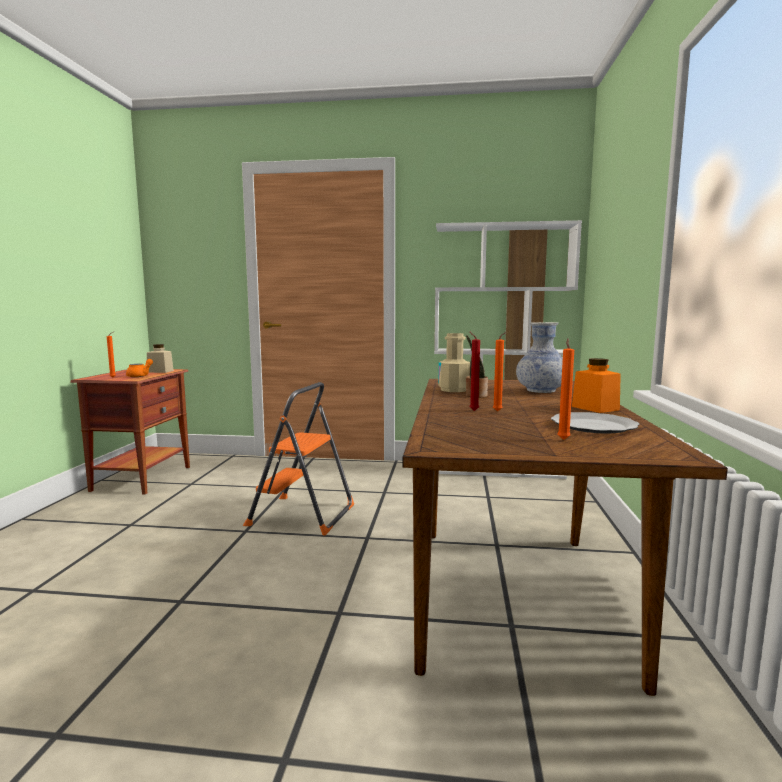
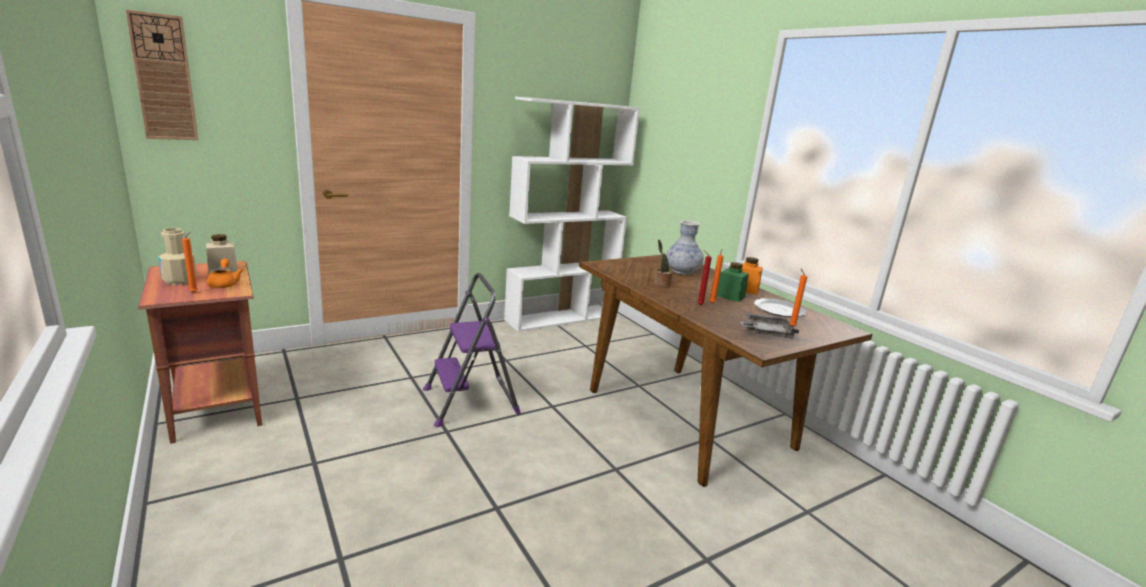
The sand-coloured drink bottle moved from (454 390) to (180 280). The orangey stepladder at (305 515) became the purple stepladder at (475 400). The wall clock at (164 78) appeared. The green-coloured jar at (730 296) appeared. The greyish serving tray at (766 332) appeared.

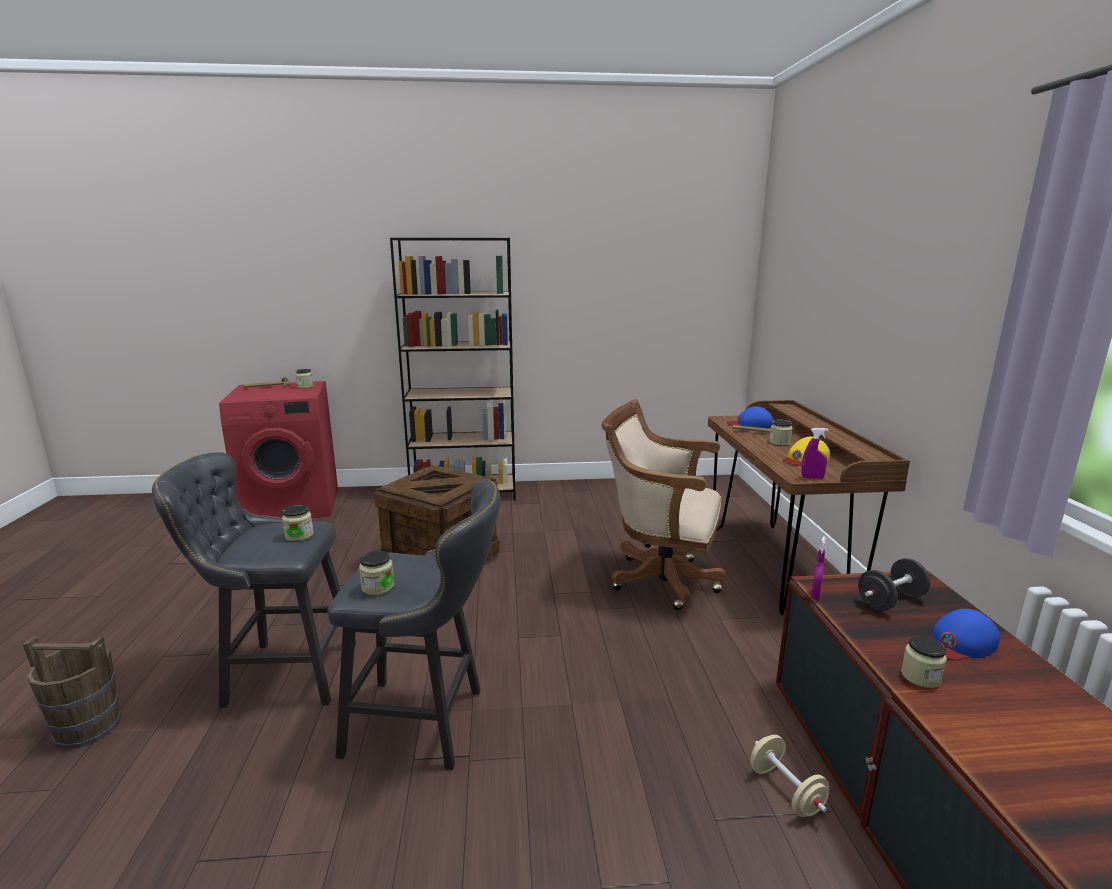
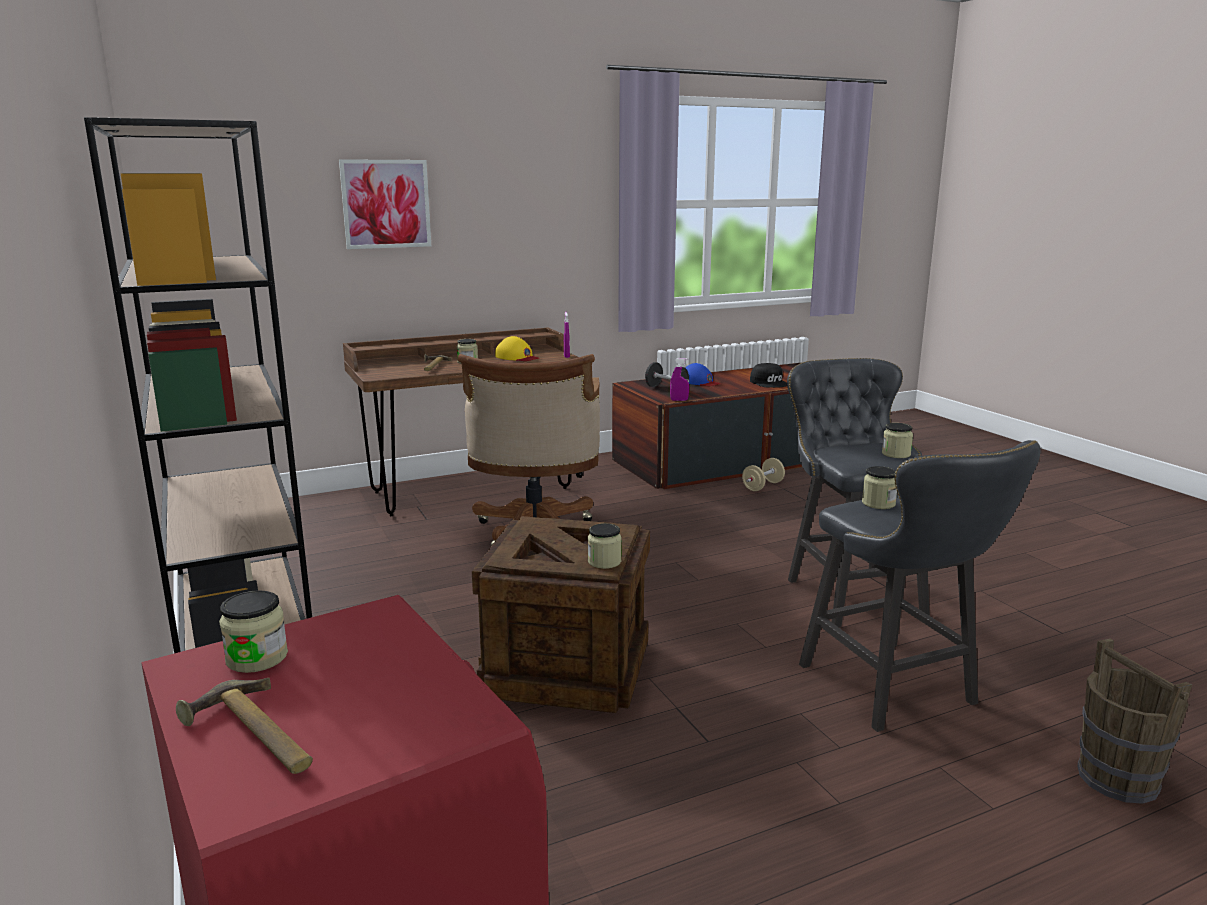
The blue peaked cap at (750 425) disappeared. The jar moved from (920 677) to (604 562). The picture at (386 204) appeared. The blackish peaked cap at (769 383) appeared.

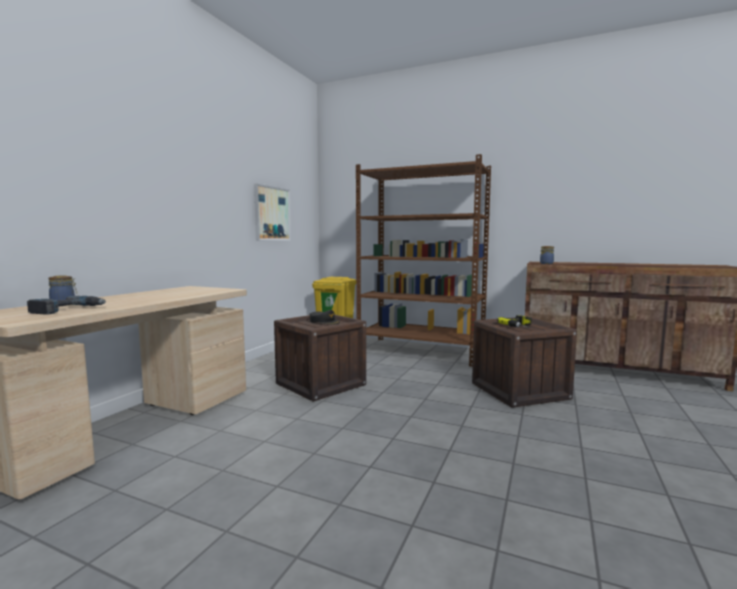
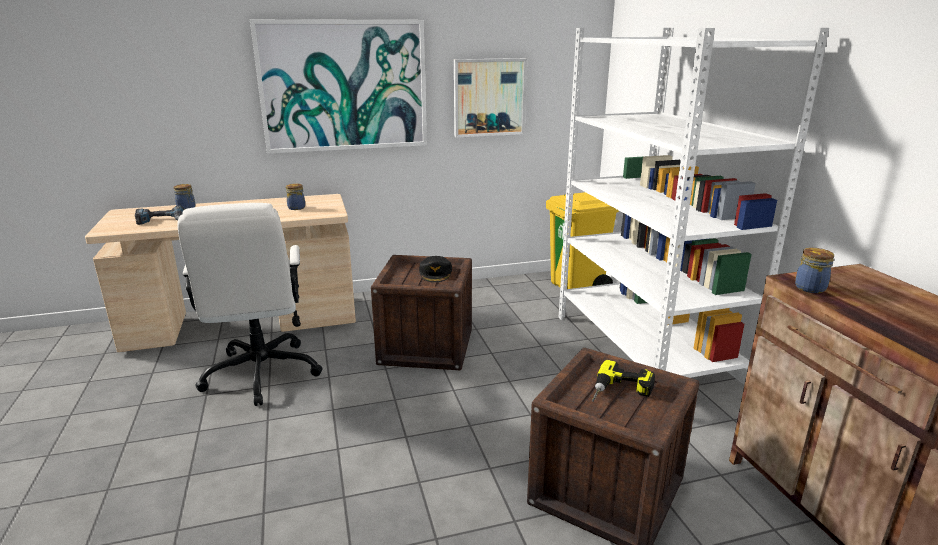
The brown shelving unit at (421 351) became the white-coloured shelving unit at (643 352). The picture at (344 86) appeared. The jar at (296 208) appeared. The white-coloured office chair at (262 376) appeared.

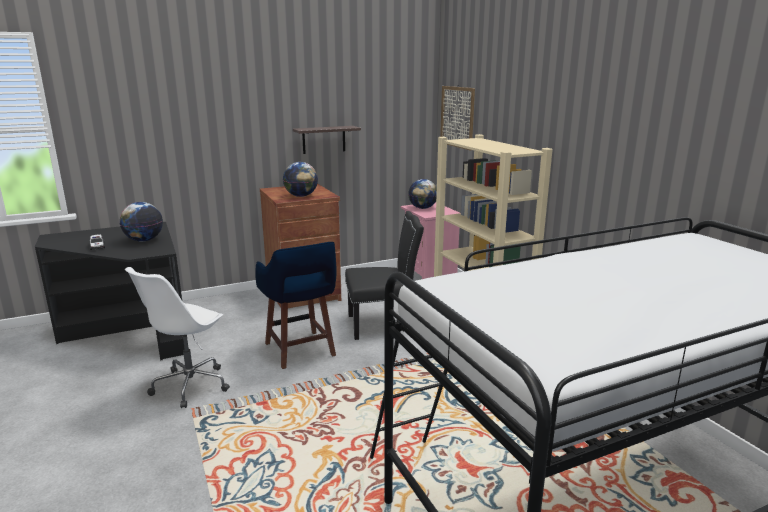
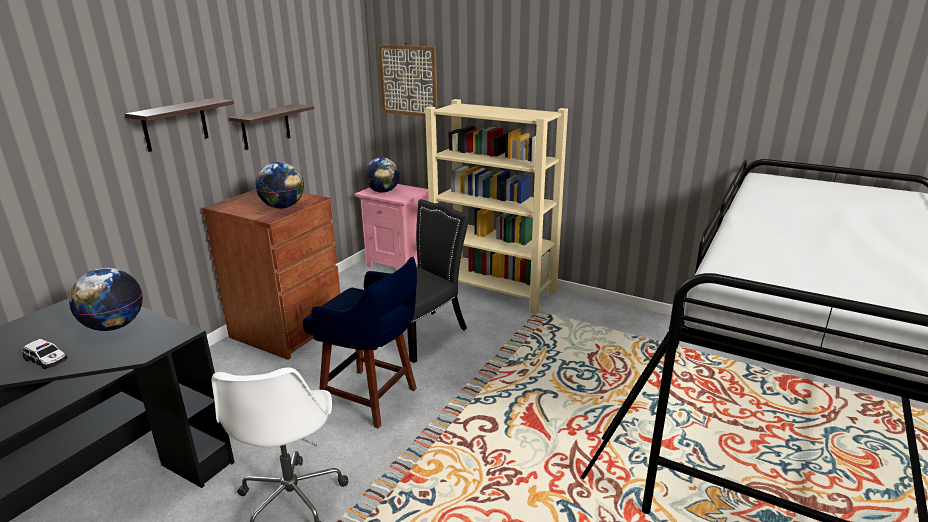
The wall shelf at (175 125) appeared.

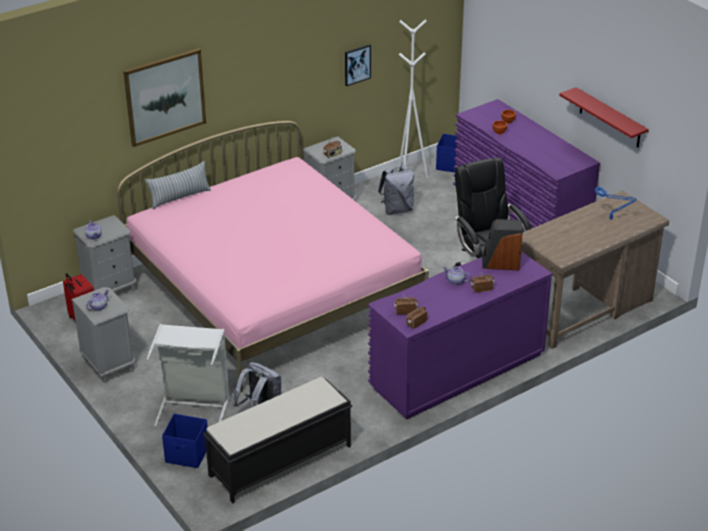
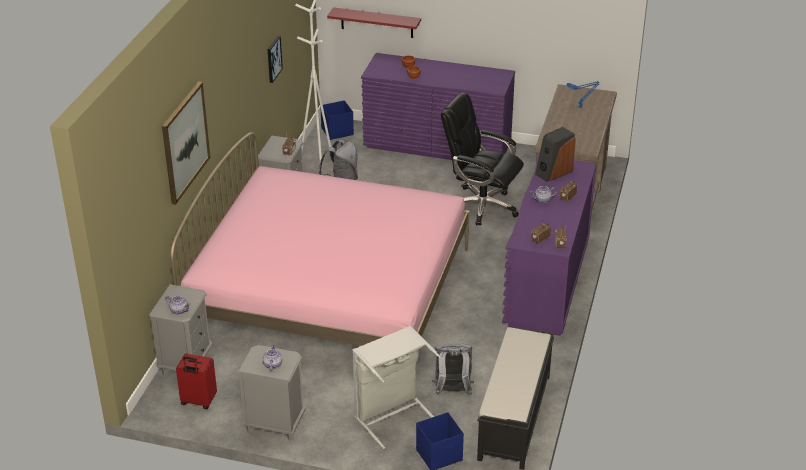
The reddish wall shelf moved from (610 118) to (377 22). The pillow at (179 197) disappeared.

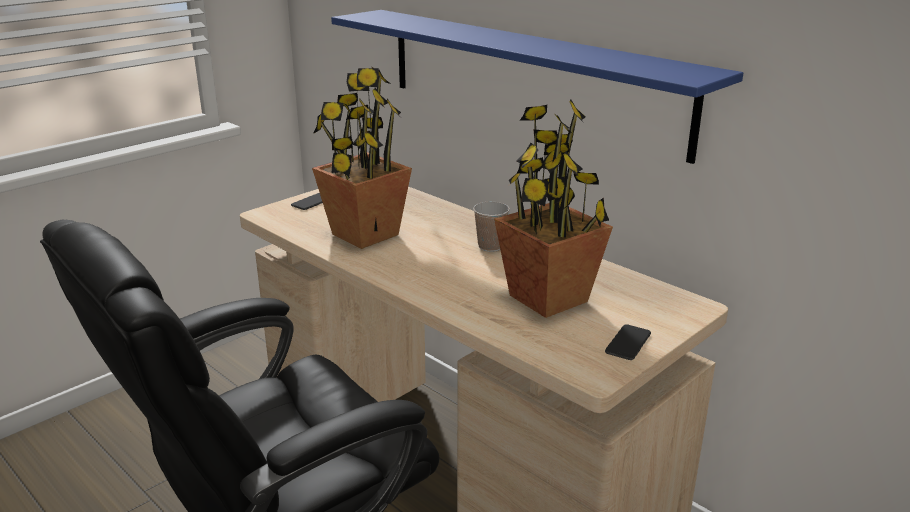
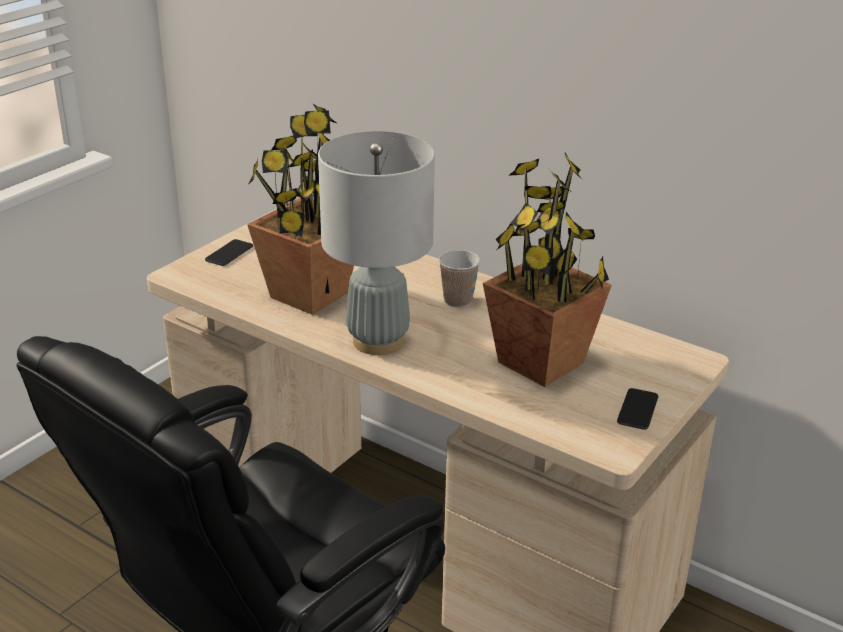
The blue wall shelf at (528 78) disappeared. The greyish lamp for a table at (378 341) appeared.

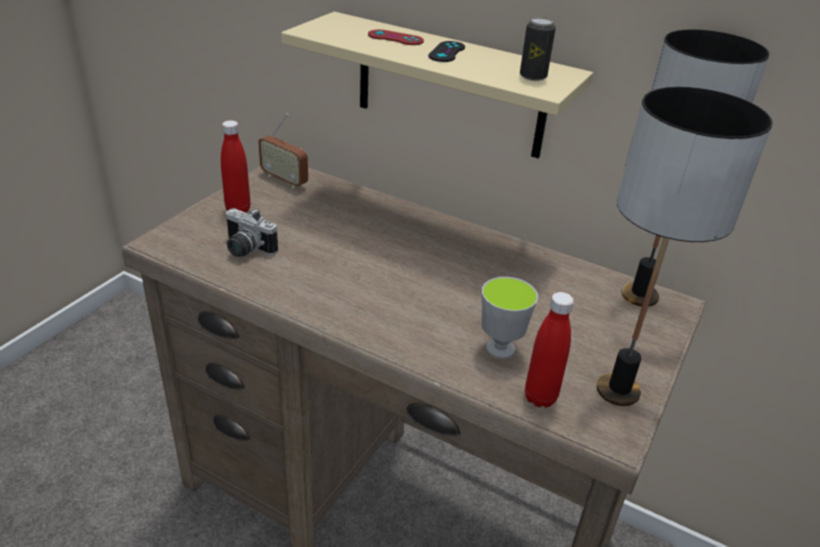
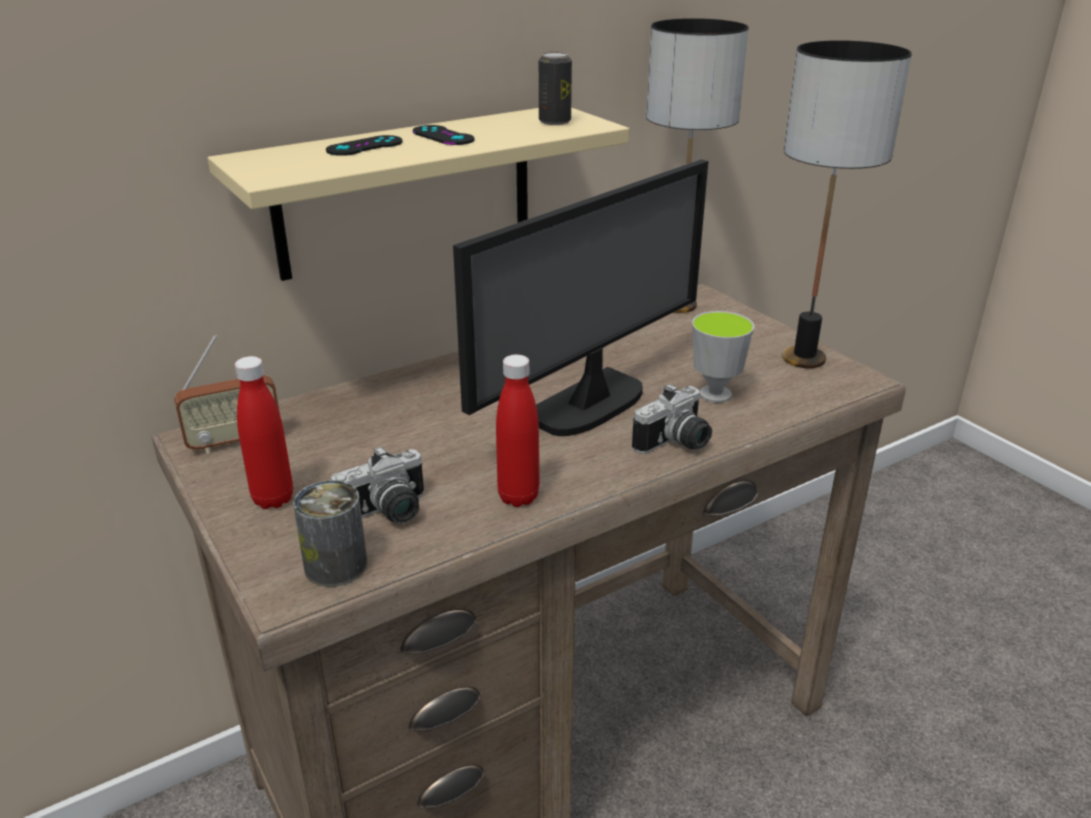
The reddish gamepad at (395 38) became the blackish gamepad at (364 146). The reddish drink bottle moved from (540 397) to (518 497). The computer screen at (589 405) appeared. The still camera at (677 444) appeared. The sealed can at (336 566) appeared.

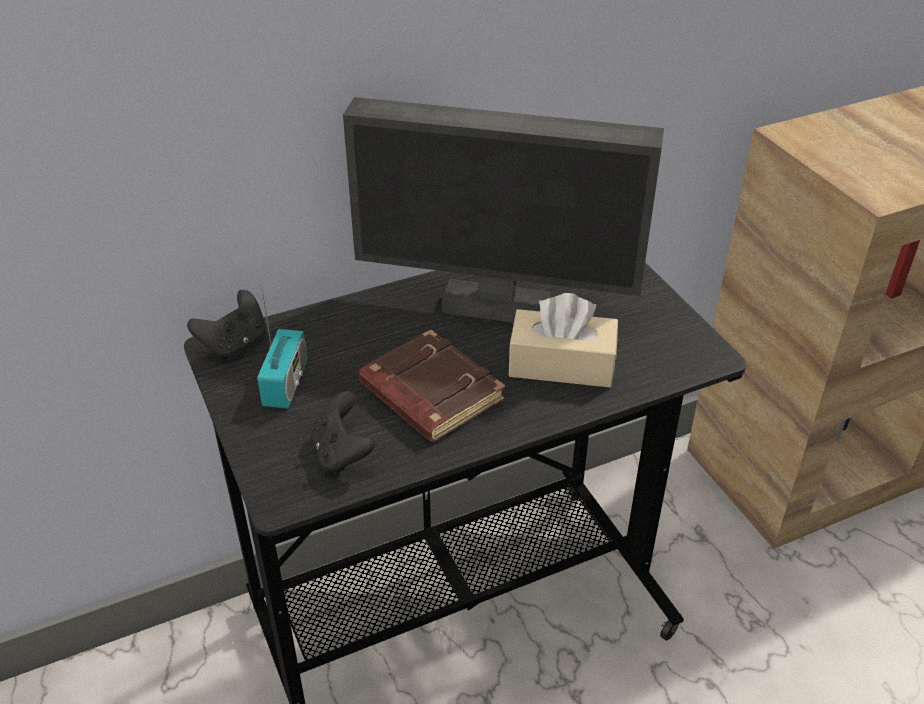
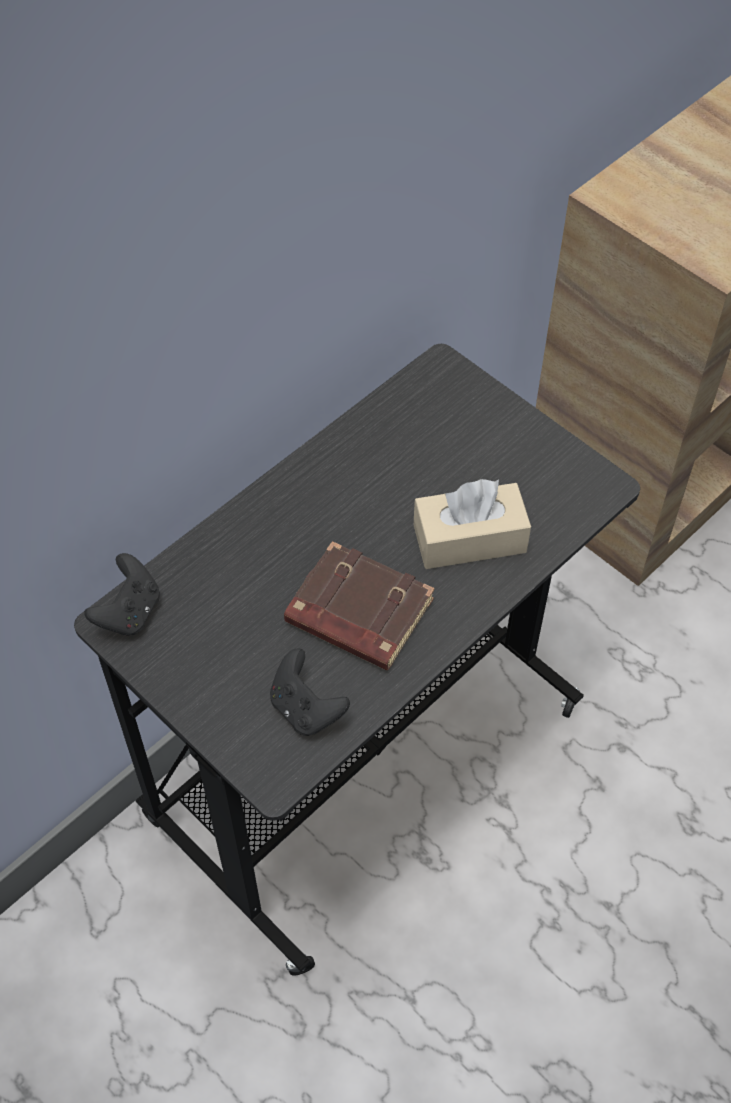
The computer screen at (497 306) disappeared. The radio receiver at (286 384) disappeared.

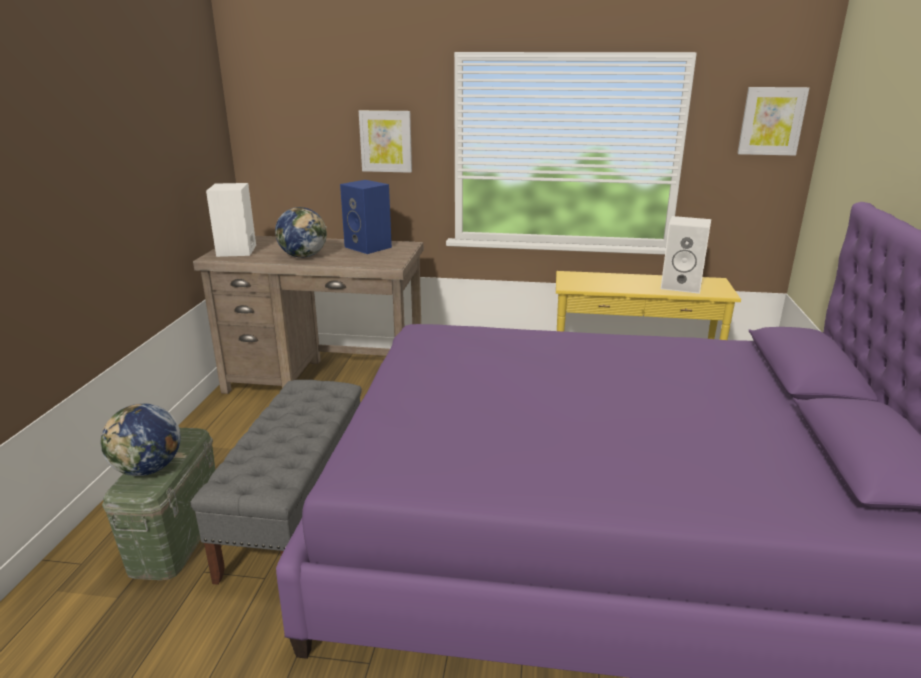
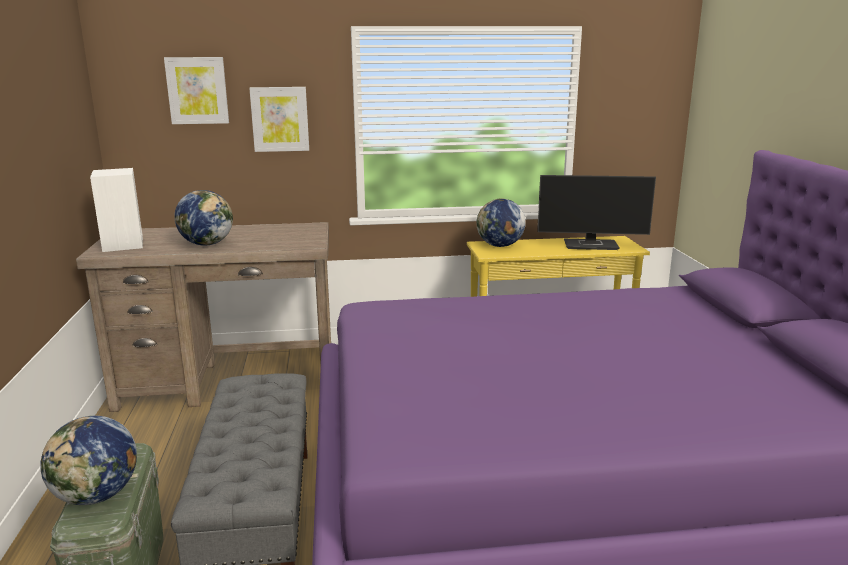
The picture moved from (771 121) to (197 90). The blue speaker at (369 247) disappeared. The white-coloured speaker at (682 286) was replaced by the computer screen at (592 245). The globe at (499 246) appeared.

